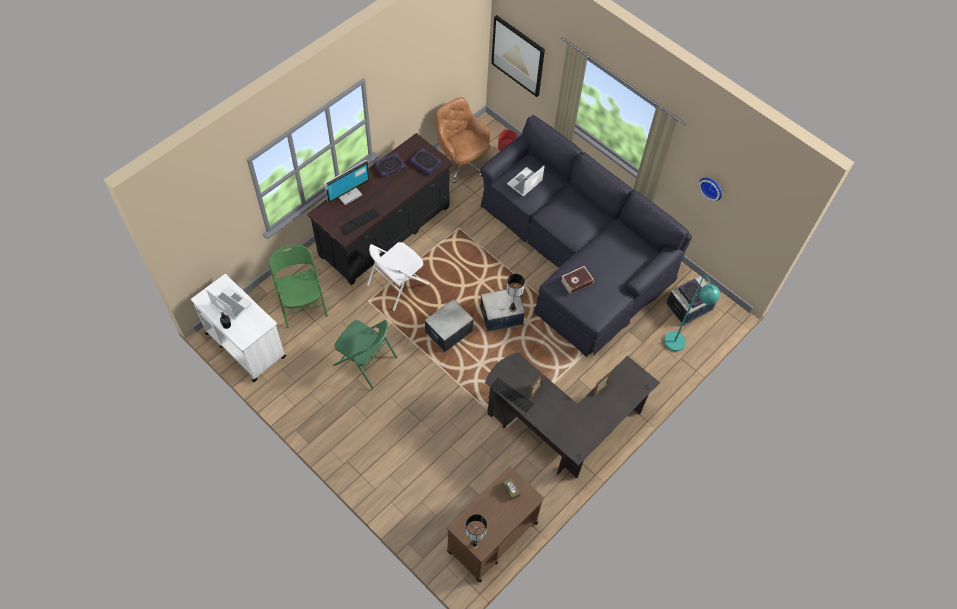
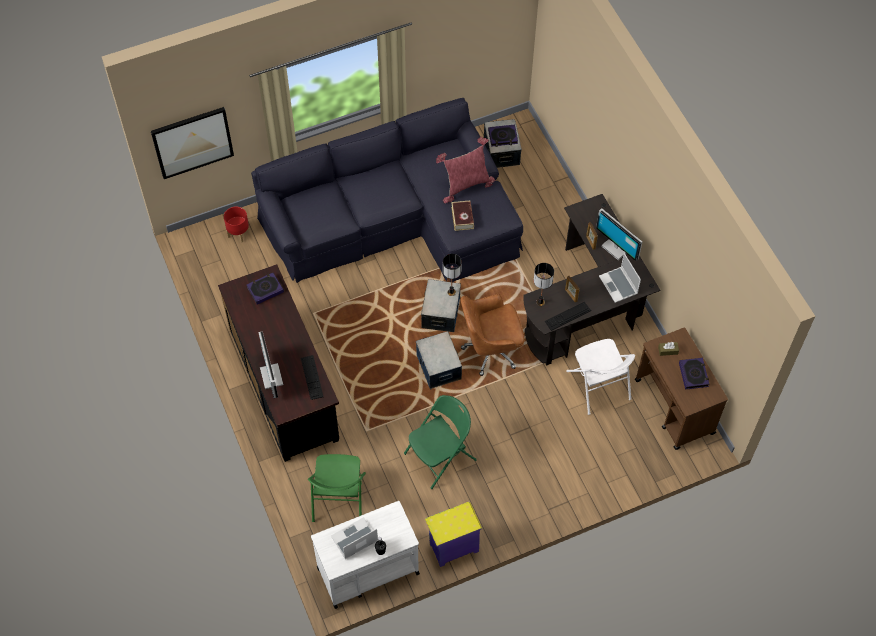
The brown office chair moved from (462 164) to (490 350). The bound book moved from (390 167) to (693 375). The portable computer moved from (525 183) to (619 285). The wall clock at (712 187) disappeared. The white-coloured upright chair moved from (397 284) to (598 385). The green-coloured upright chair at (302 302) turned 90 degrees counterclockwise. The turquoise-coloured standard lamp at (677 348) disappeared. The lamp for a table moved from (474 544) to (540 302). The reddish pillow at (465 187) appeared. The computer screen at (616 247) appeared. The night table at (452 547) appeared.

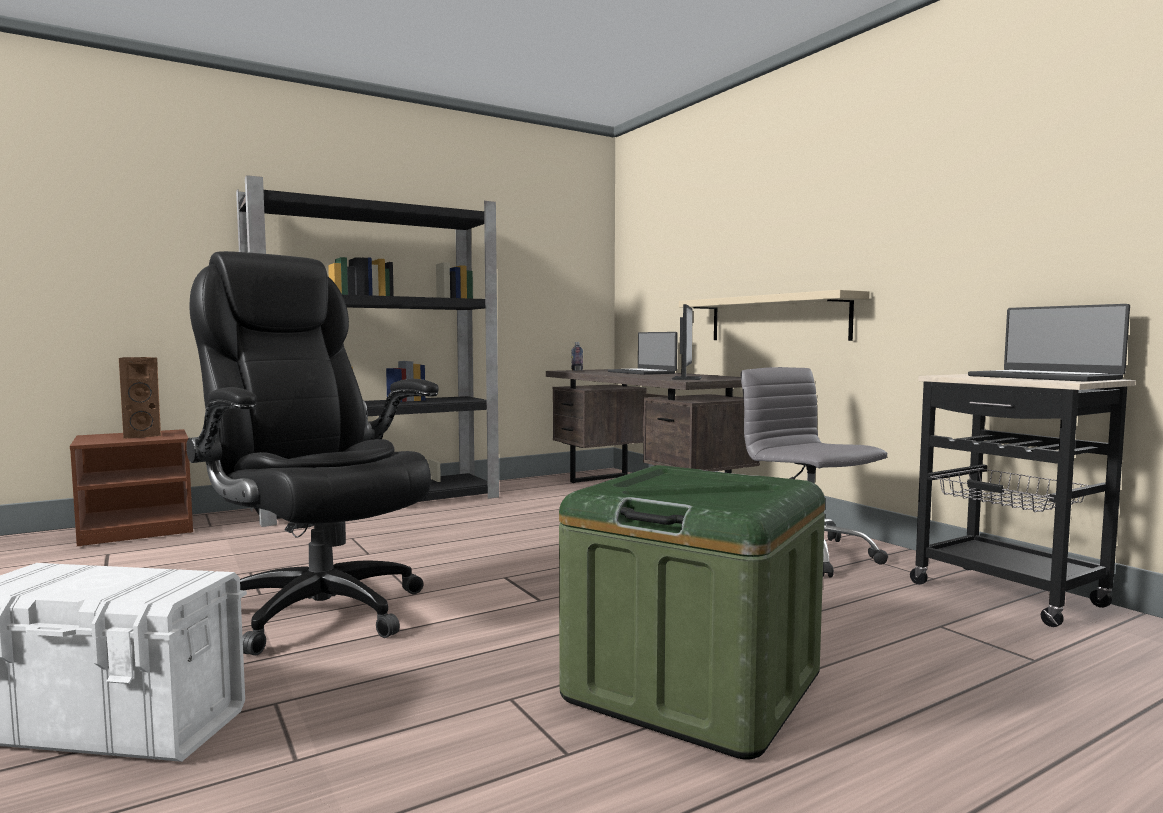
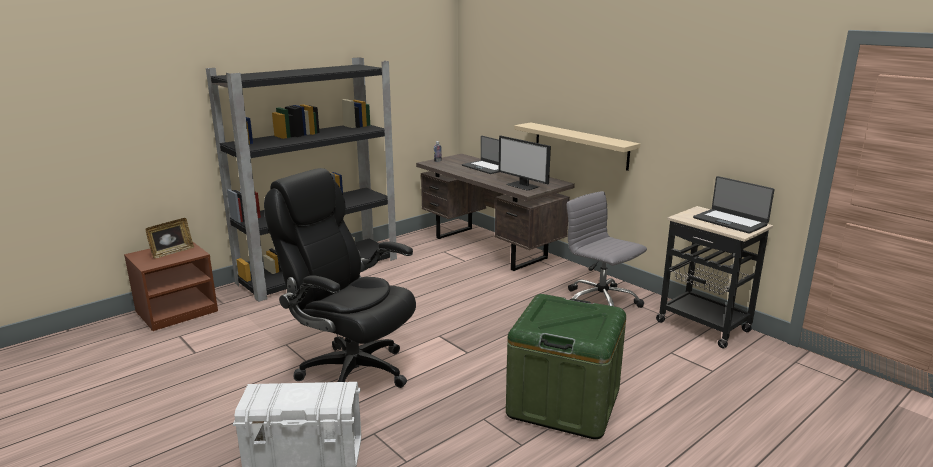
The computer screen at (686 378) turned 135 degrees clockwise. The brown speaker at (141 435) was replaced by the standing frame at (172 252).

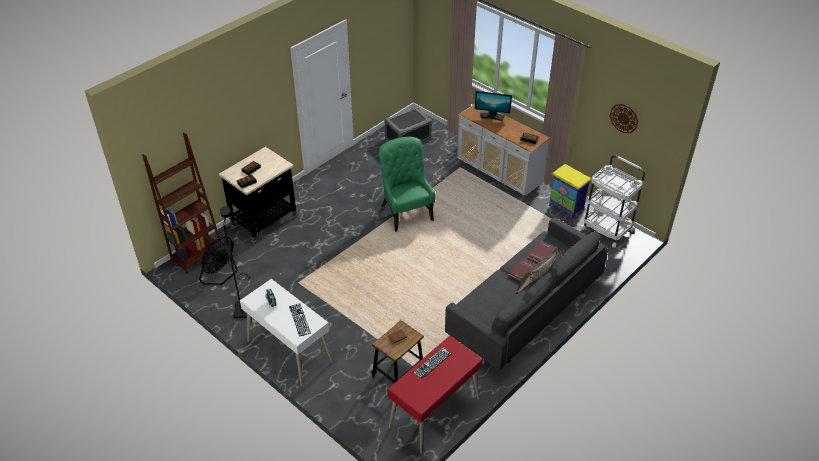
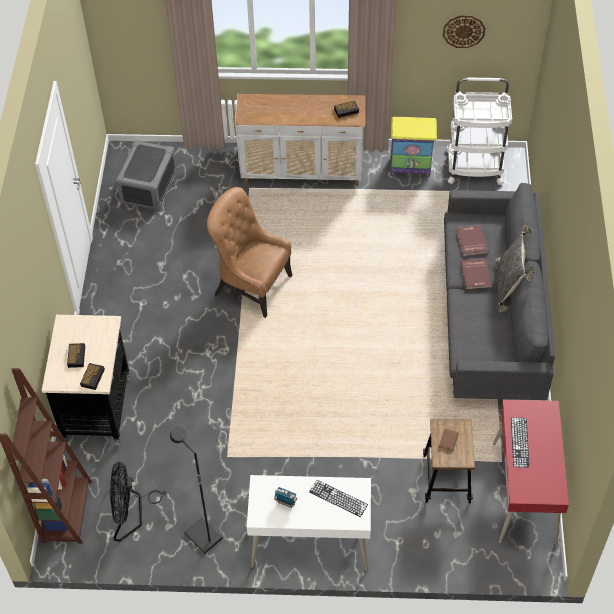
The computer screen at (492 116) disappeared. The green-coloured upright chair at (406 212) became the brown upright chair at (251 286).

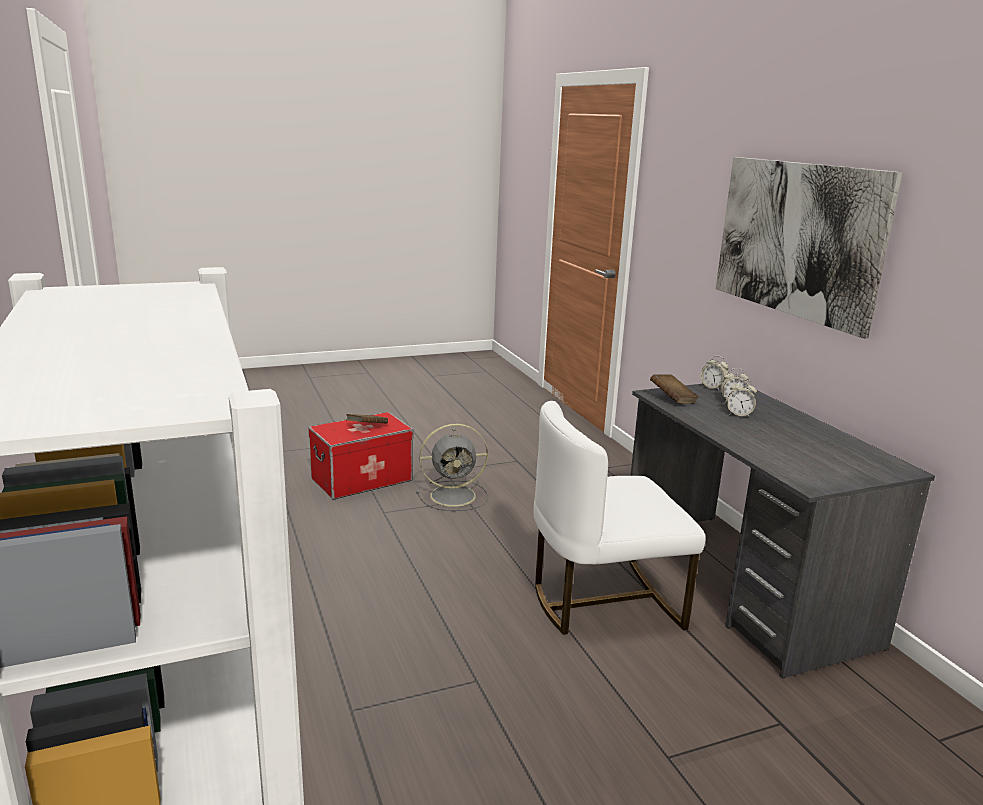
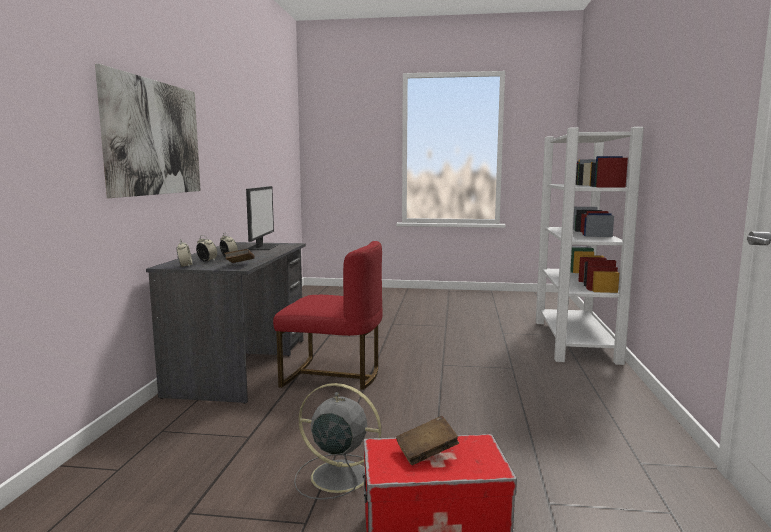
The white-coloured upright chair at (603 601) became the reddish upright chair at (333 375). The computer screen at (261 247) appeared.

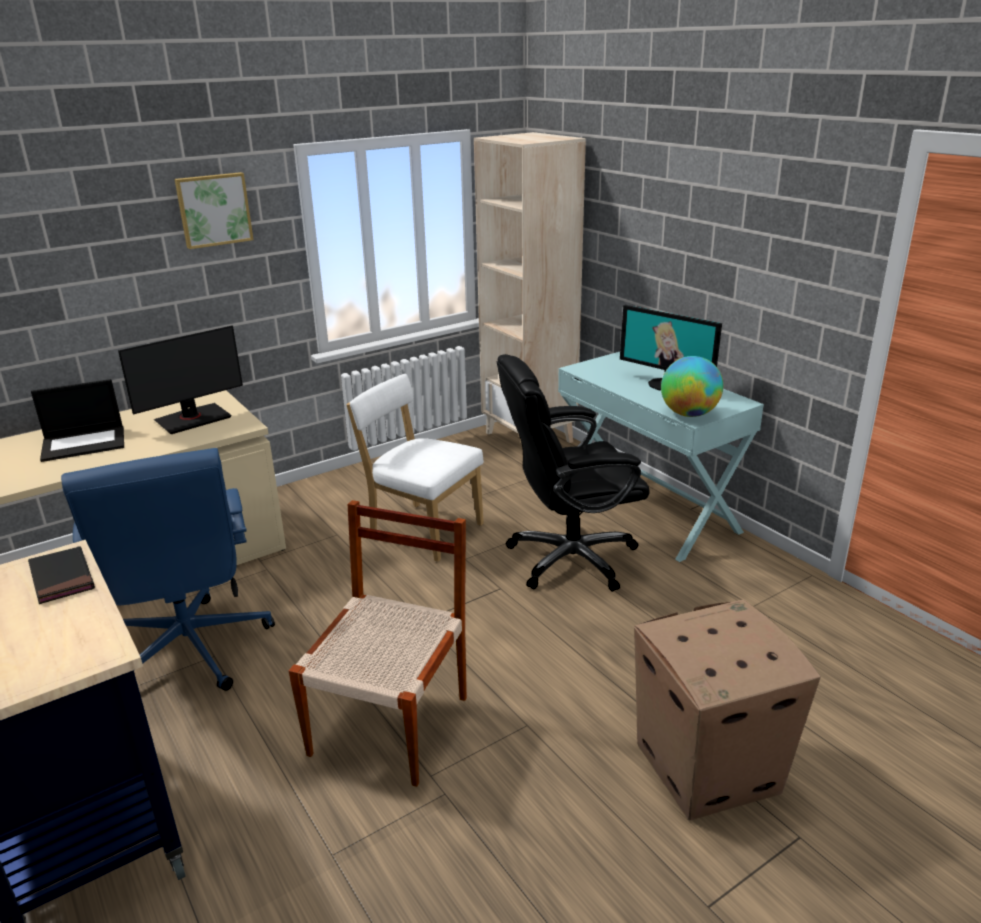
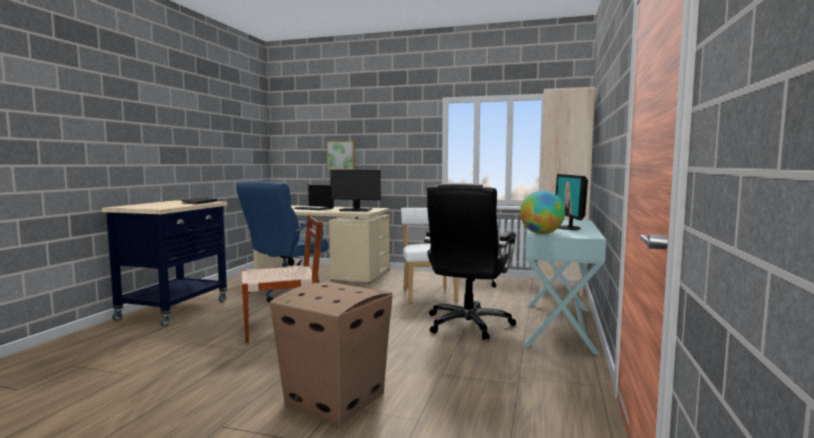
The picture moved from (214 210) to (341 155). The blackish office chair at (571 558) turned 105 degrees counterclockwise.

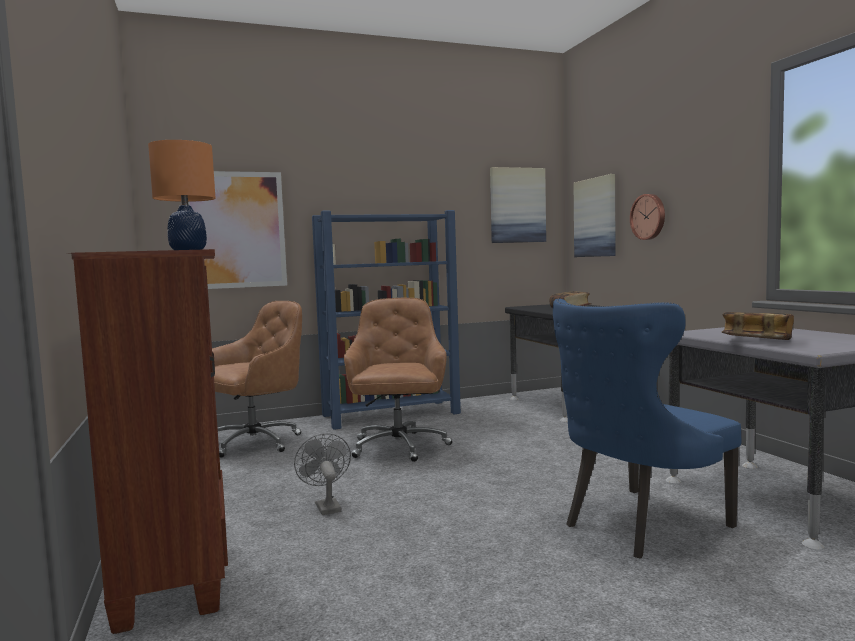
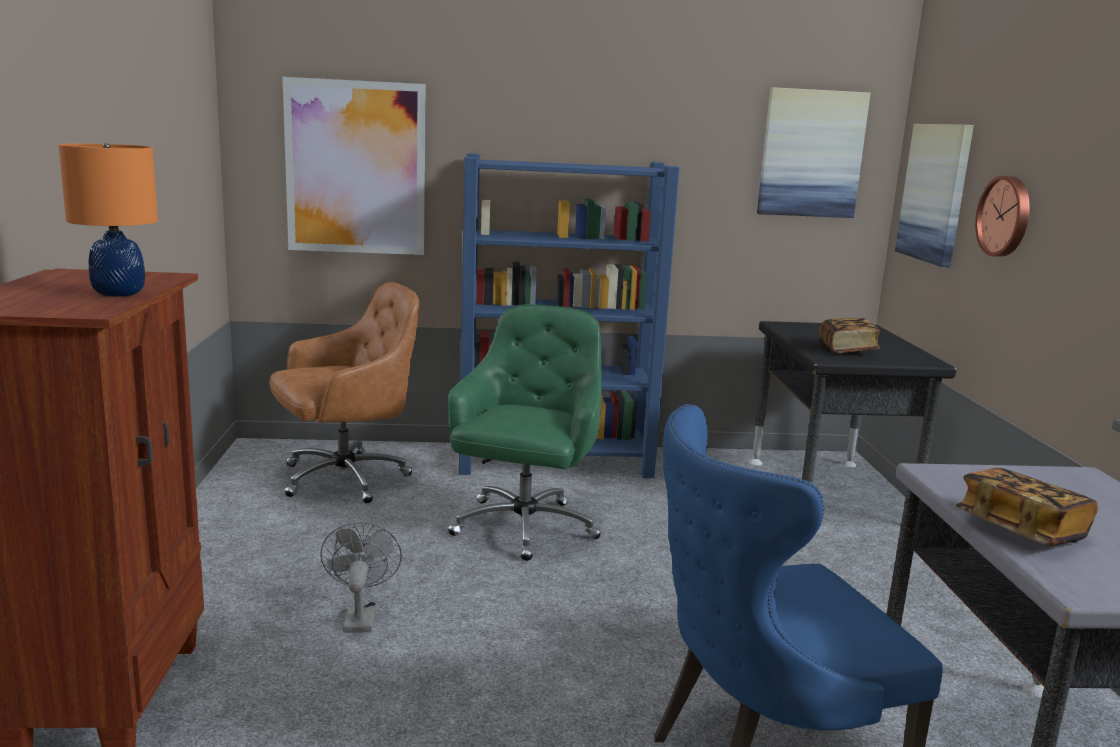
The brown office chair at (399 446) became the green-coloured office chair at (525 527).

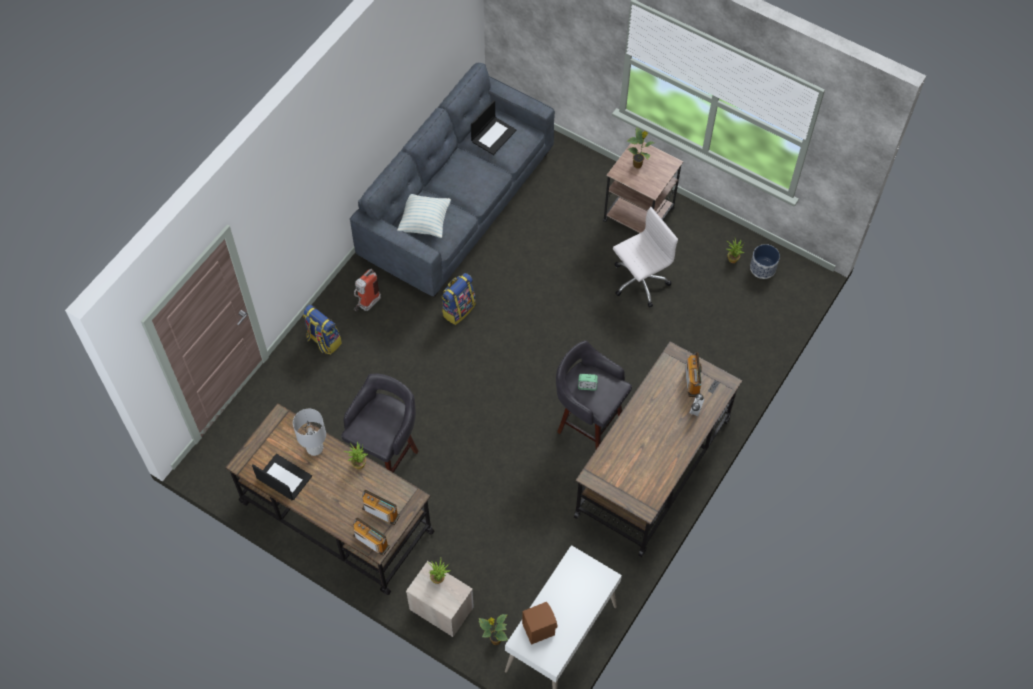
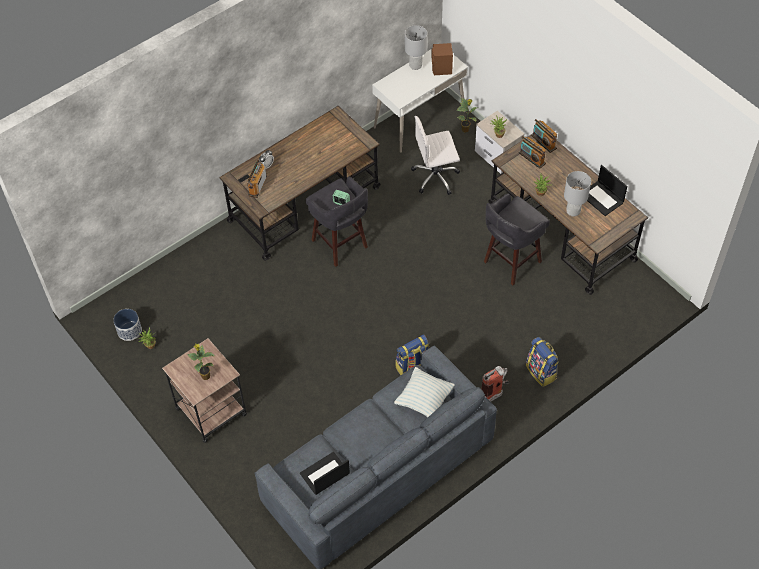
The white-coloured office chair moved from (639 282) to (436 177). The greyish lamp for a table at (415 66) appeared.

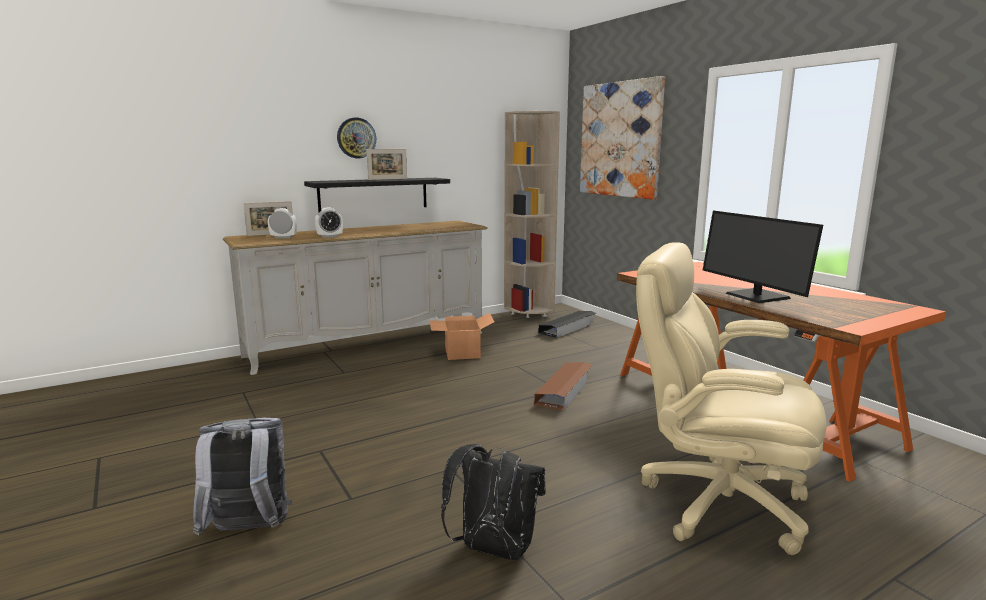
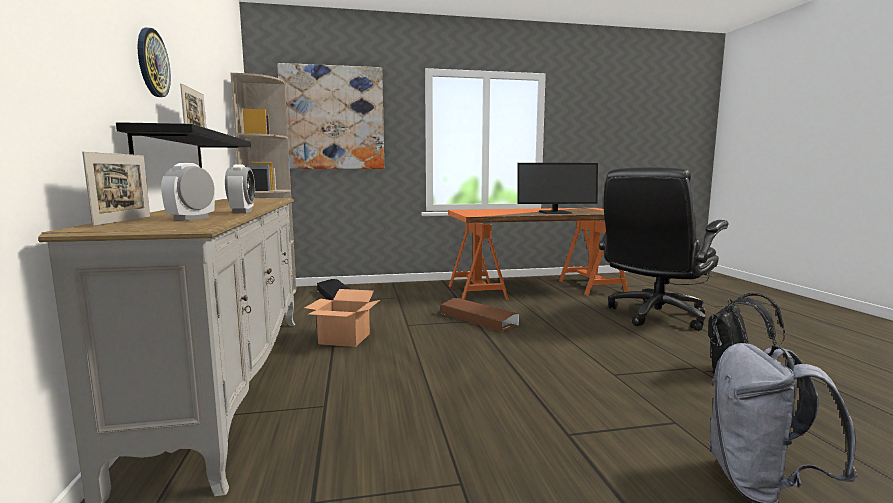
The sand-coloured office chair at (716 501) became the blackish office chair at (654 316).

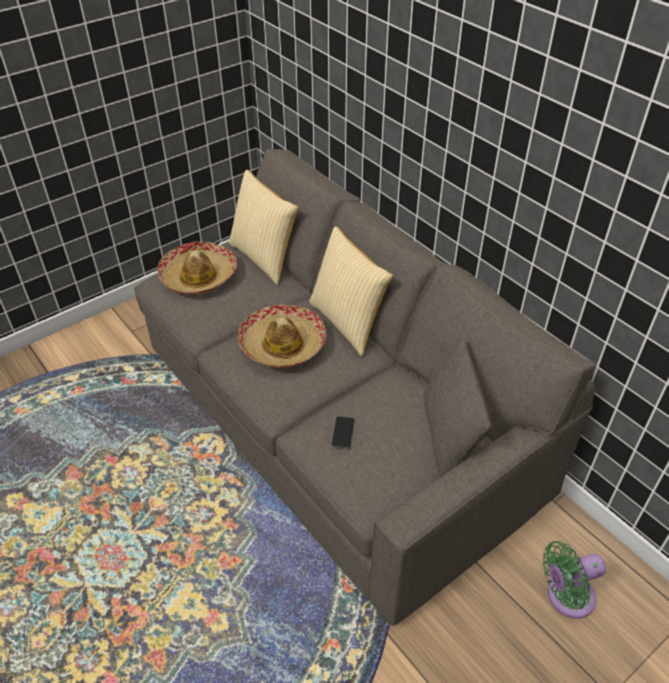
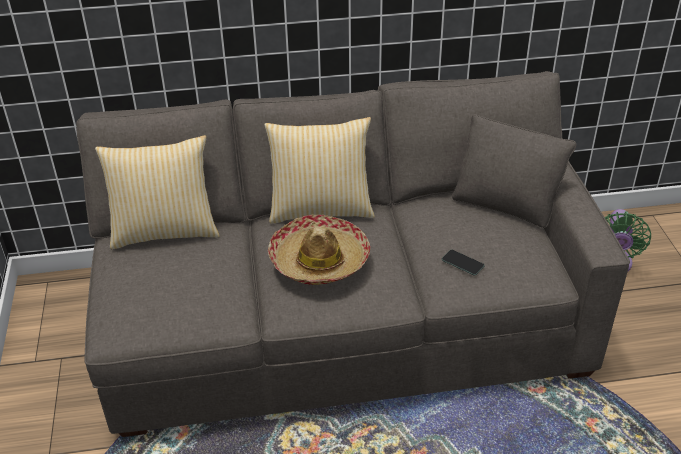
The hat at (198 276) disappeared.

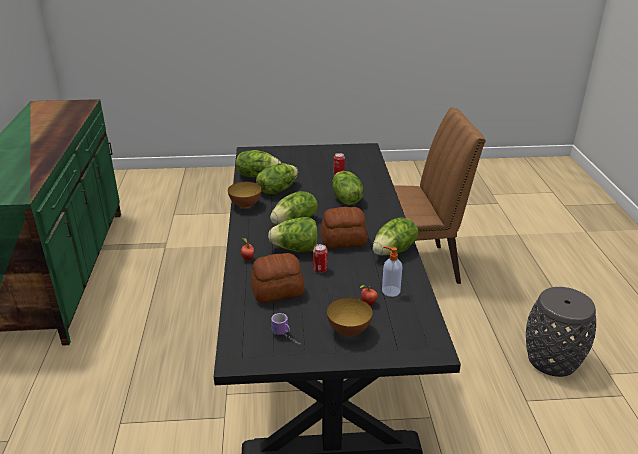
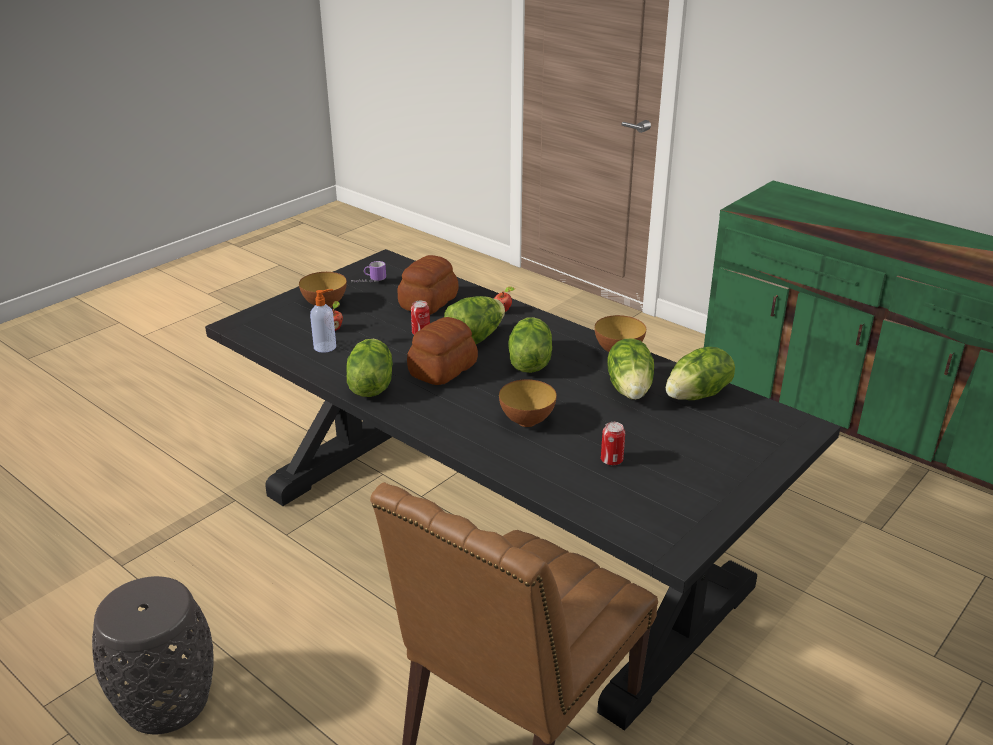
The lettuce head at (345 199) was replaced by the bowl at (527 421).

